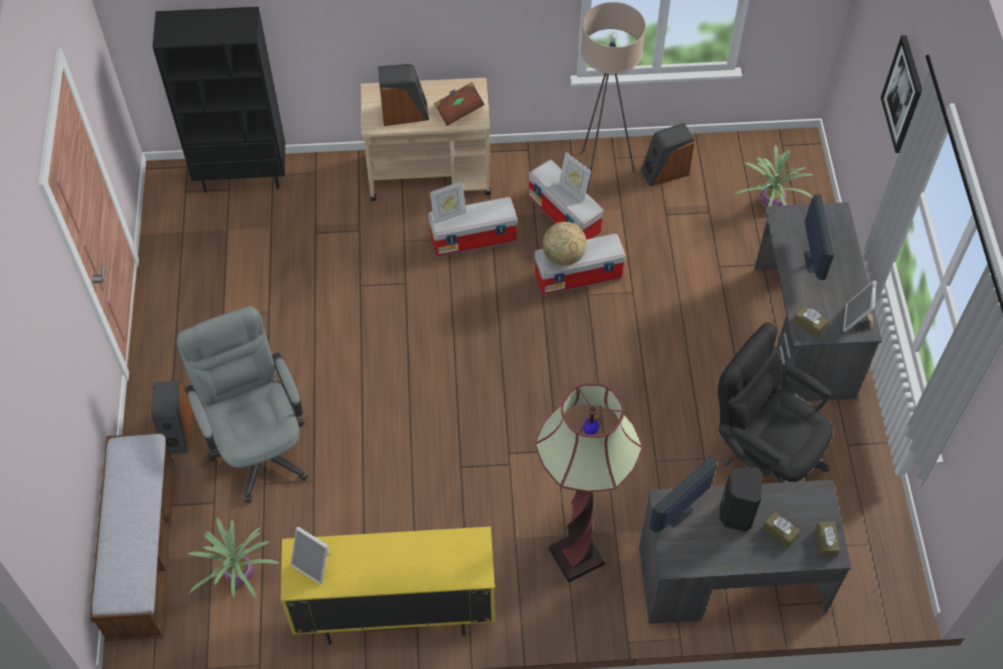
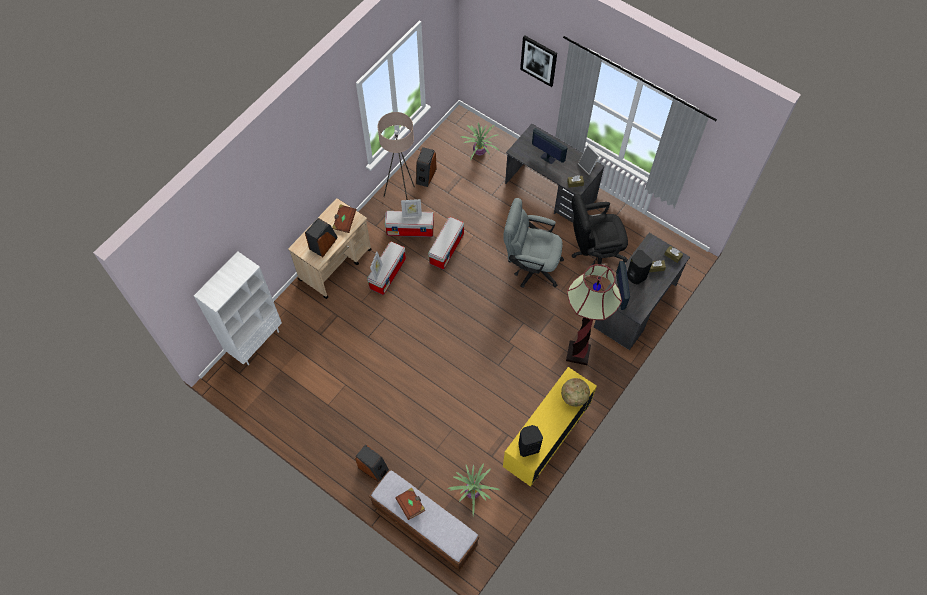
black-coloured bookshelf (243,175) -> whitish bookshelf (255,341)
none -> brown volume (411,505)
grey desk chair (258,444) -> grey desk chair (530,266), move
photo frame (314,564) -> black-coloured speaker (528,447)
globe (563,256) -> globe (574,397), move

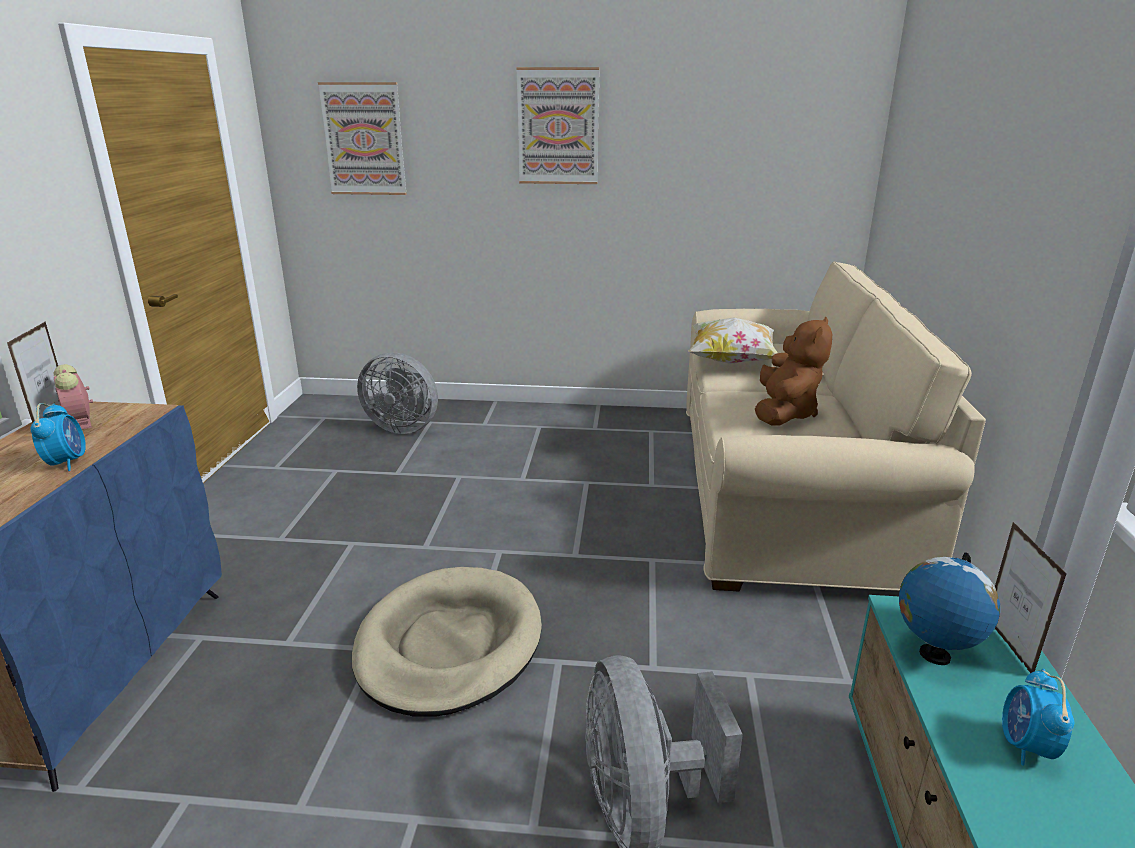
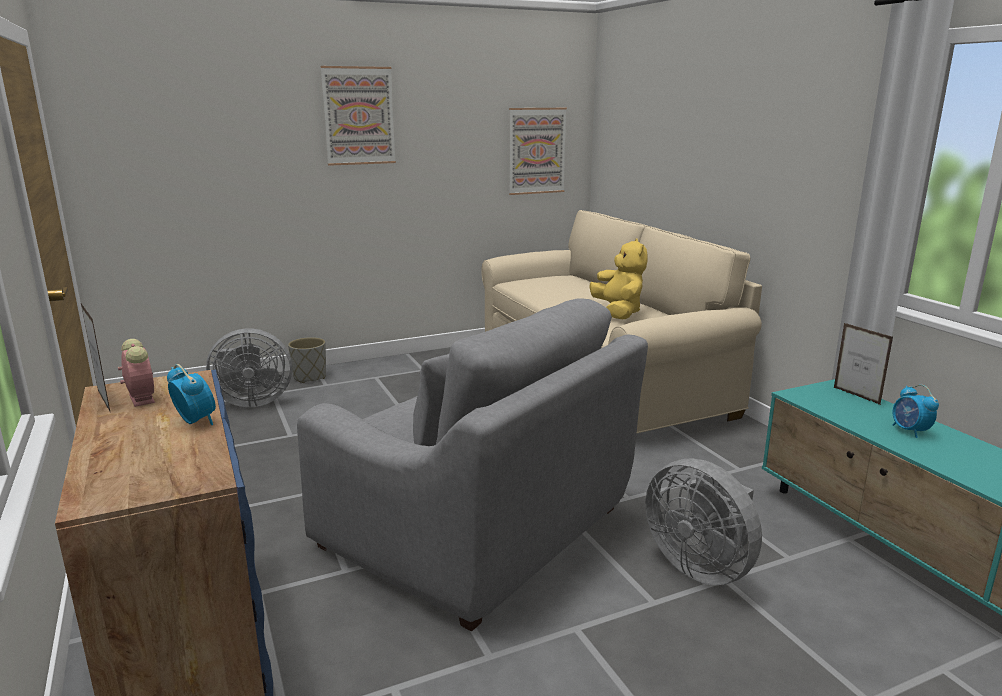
table clock (80,423) -> table clock (141,398), 150 degrees counterclockwise
none -> grey flower pot (309,377)
beige-coloured dog cushion (449,645) -> grey armchair (478,529)
picture (364,139) -> picture (536,151), move
brown soft toy (784,413) -> yellow-coloured soft toy (618,312)
pillow (731,361) -> none
globe (934,655) -> none

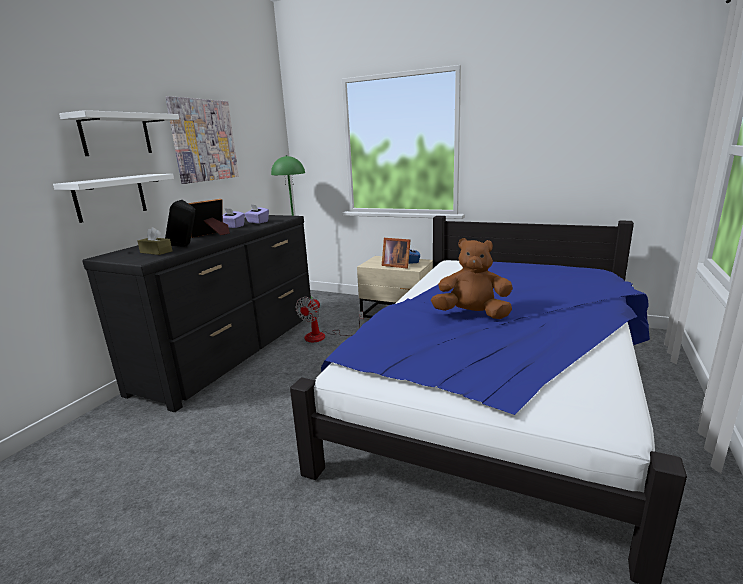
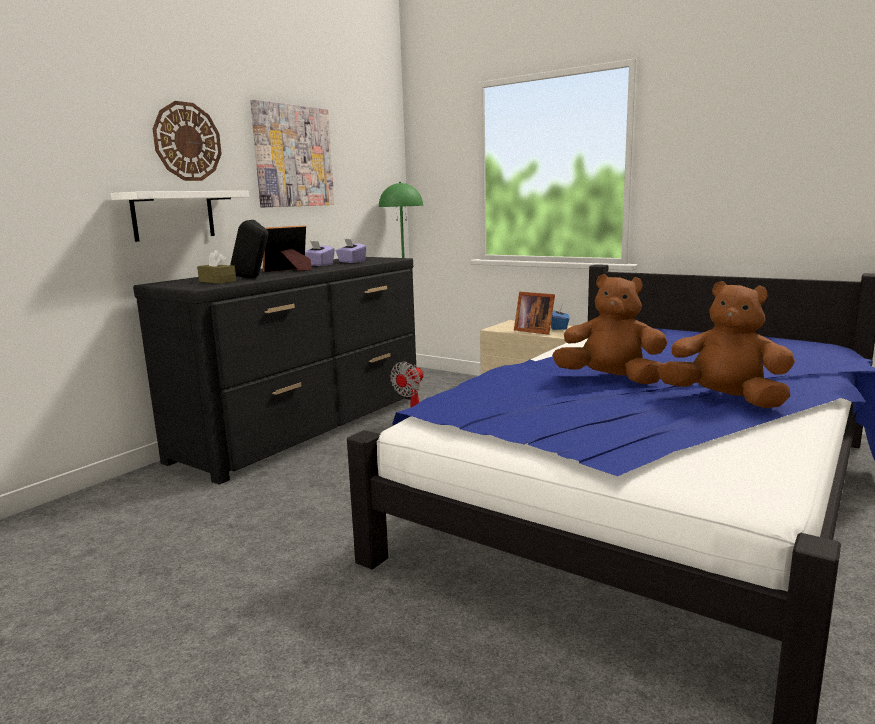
whitish shelf (116,134) -> clock on the wall (187,141)
none -> brown soft toy (724,400)

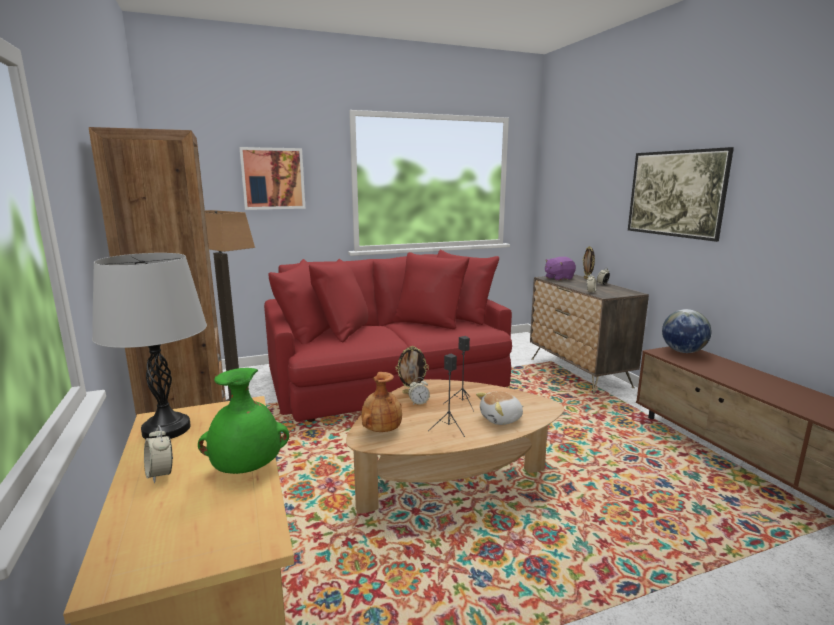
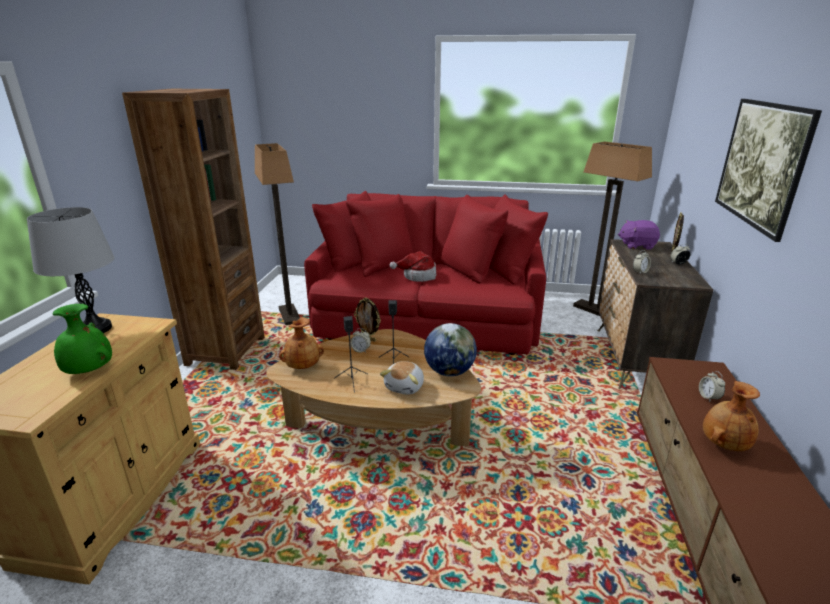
soft toy (501,419) -> soft toy (405,387), 75 degrees counterclockwise
none -> clothing hat (418,276)
globe (682,351) -> globe (449,372), move
none -> standard lamp (594,310)
table clock (160,474) -> table clock (708,397), move
none -> brown vase (723,444)
picture (273,178) -> none

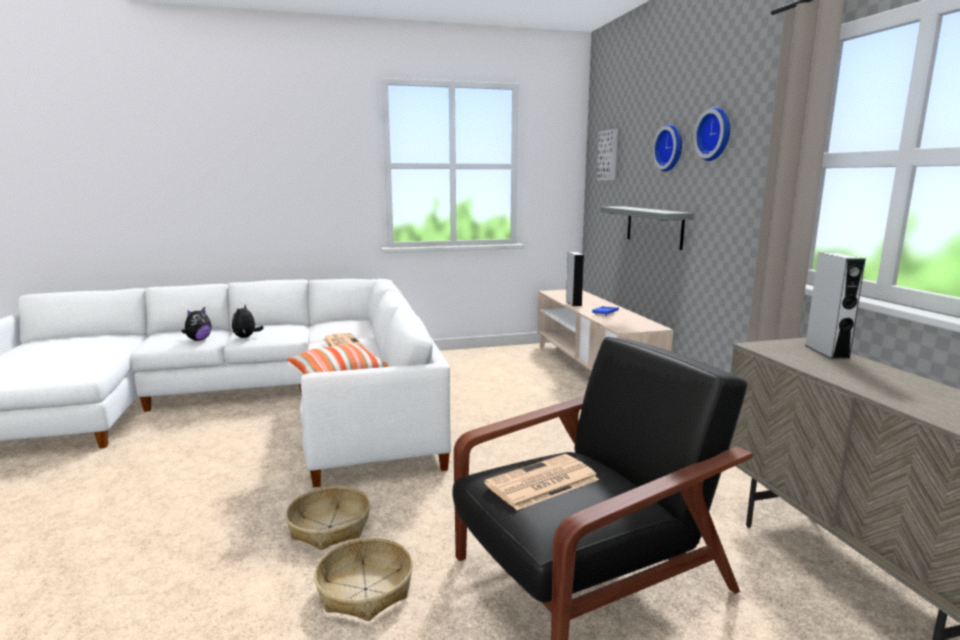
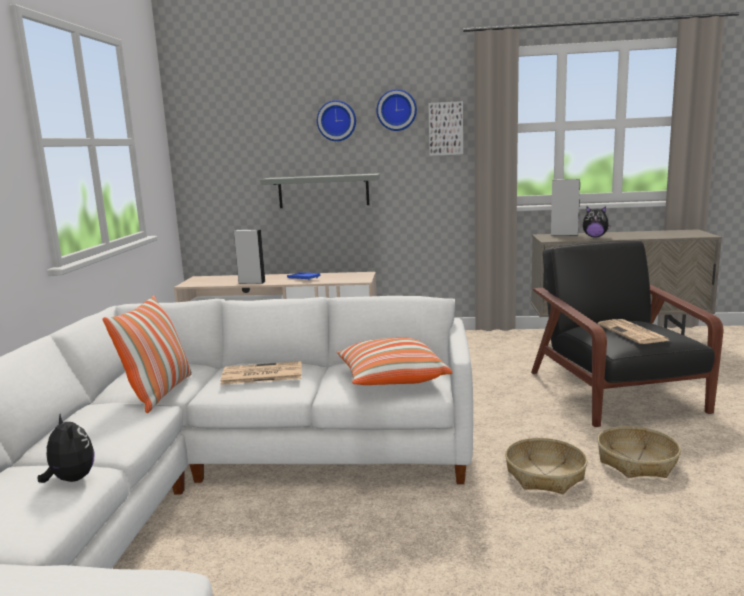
none -> pillow (159,393)
picture (609,155) -> picture (445,128), move
soft toy (246,337) -> soft toy (595,237), move

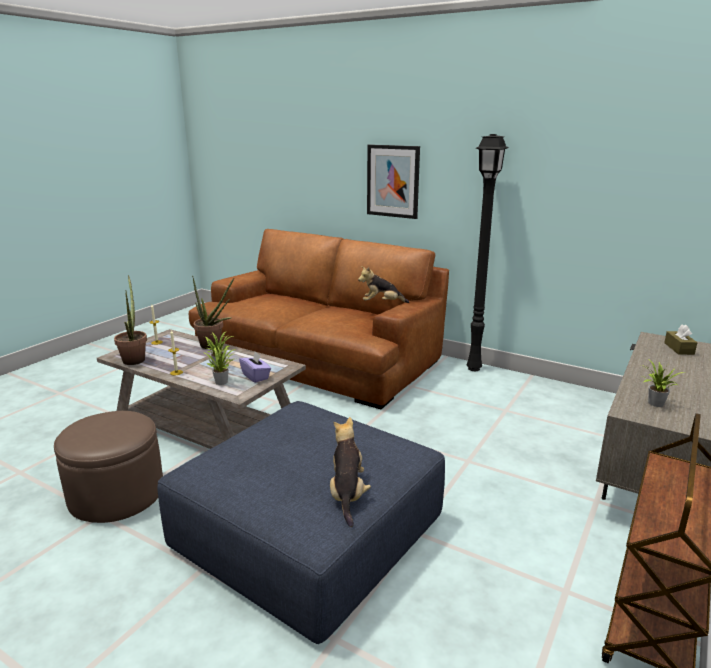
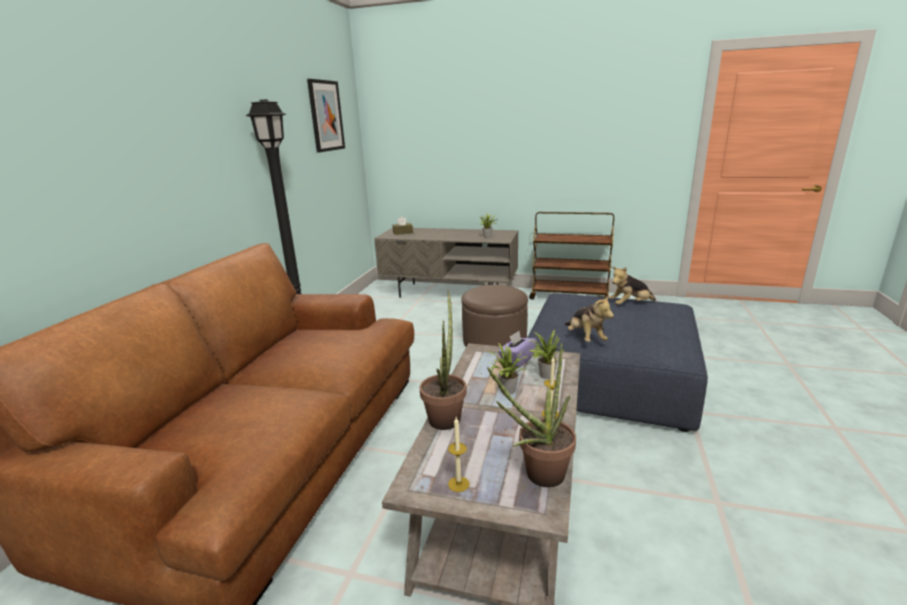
picture (393,181) -> picture (326,116), move
brown ottoman (116,493) -> brown ottoman (494,341), move
soft toy (382,303) -> soft toy (585,338), move

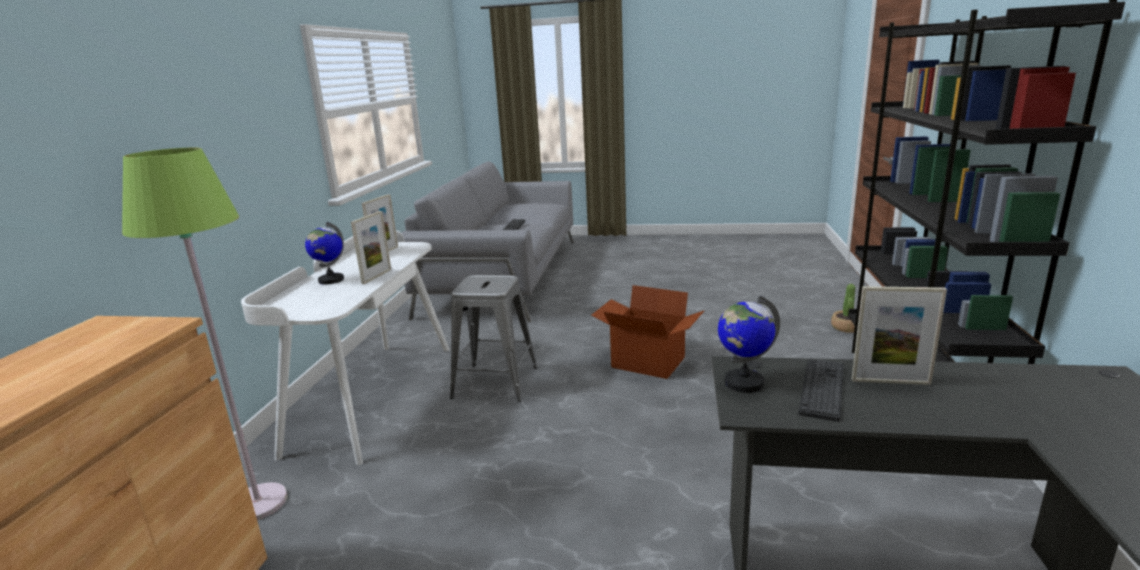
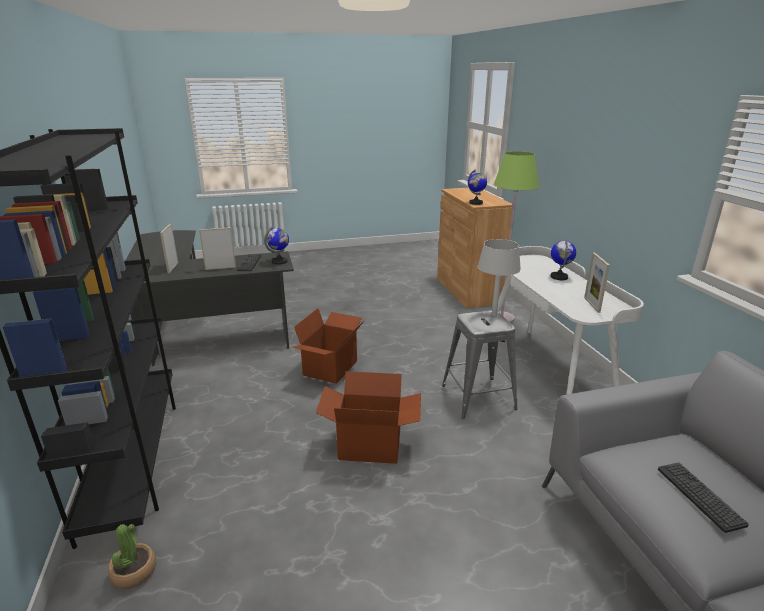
photo frame (377,276) -> photo frame (173,267), move
none -> cardboard box (331,368)
none -> globe (476,203)
none -> grey lamp for a table (494,314)

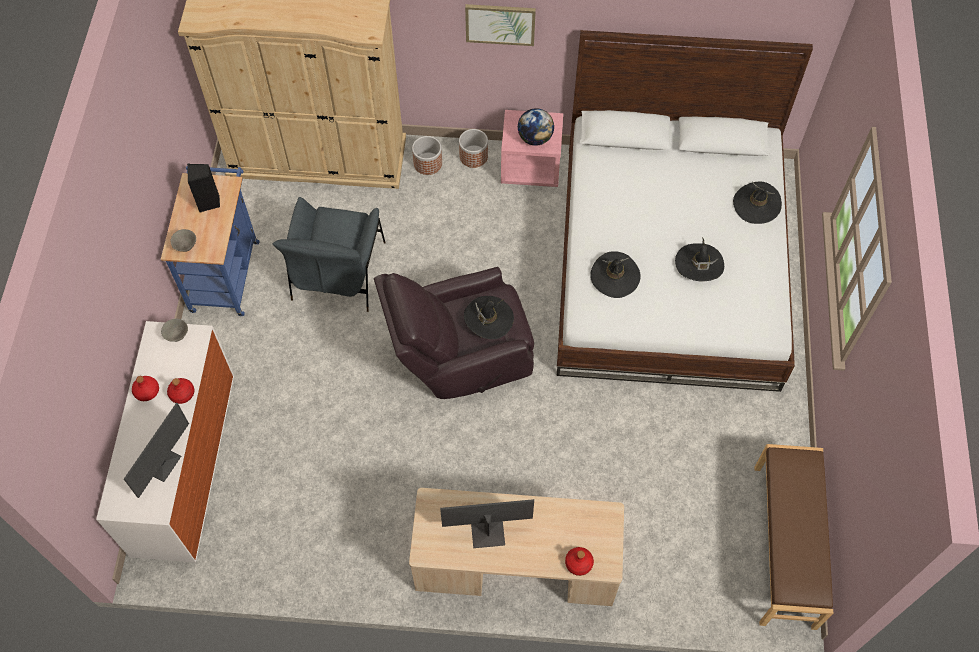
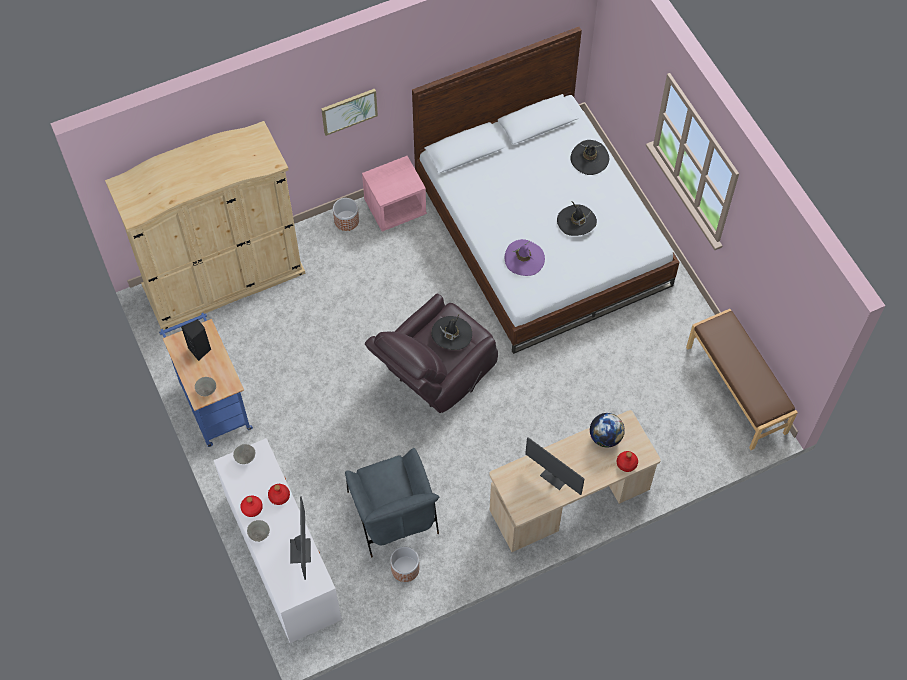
none -> grey bowl (259,534)
grey armchair (338,272) -> grey armchair (393,514), move
flower pot (427,163) -> flower pot (405,569), move
black-coloured clothing hat (615,276) -> purplish clothing hat (524,259)
computer screen (487,533) -> computer screen (555,476), 105 degrees counterclockwise
globe (535,138) -> globe (605,437), move

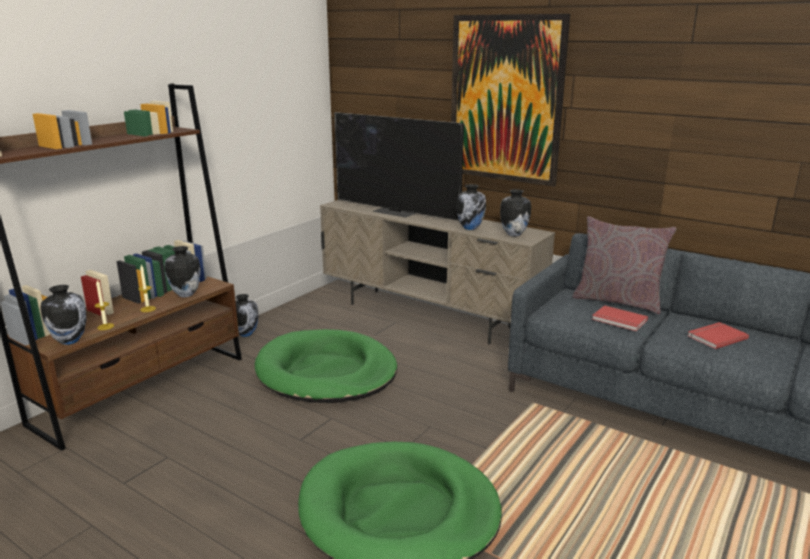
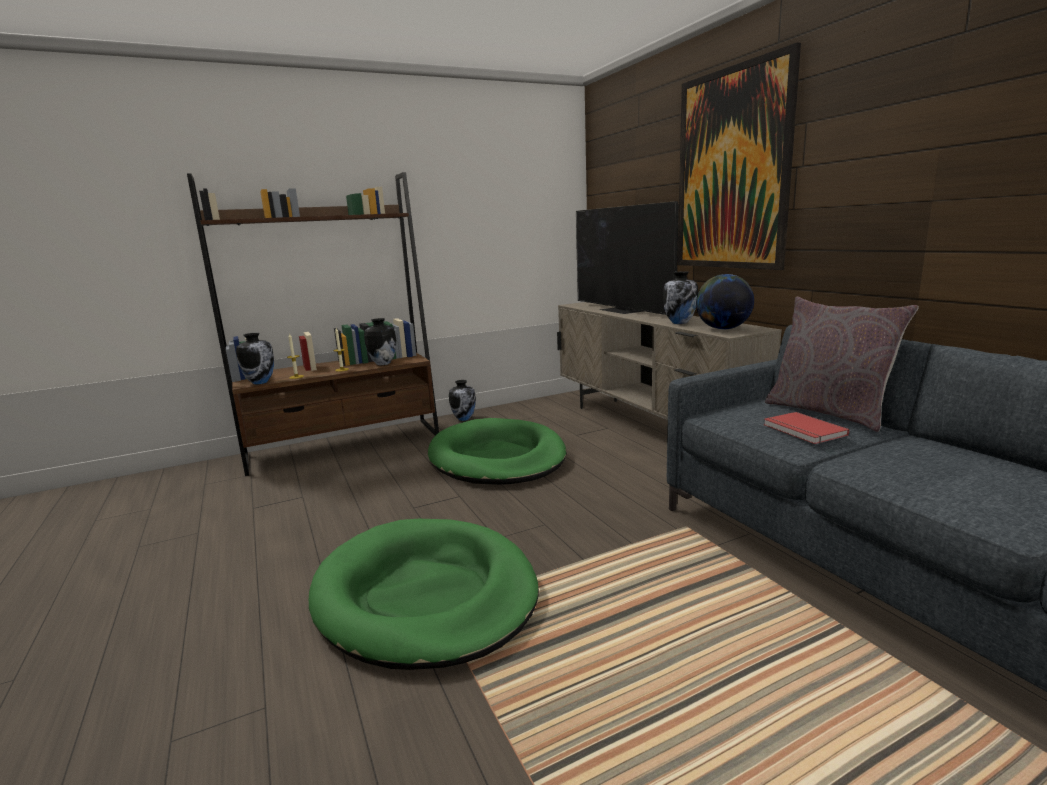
vase (513,234) -> globe (723,329)
red-coloured volume (715,337) -> none

